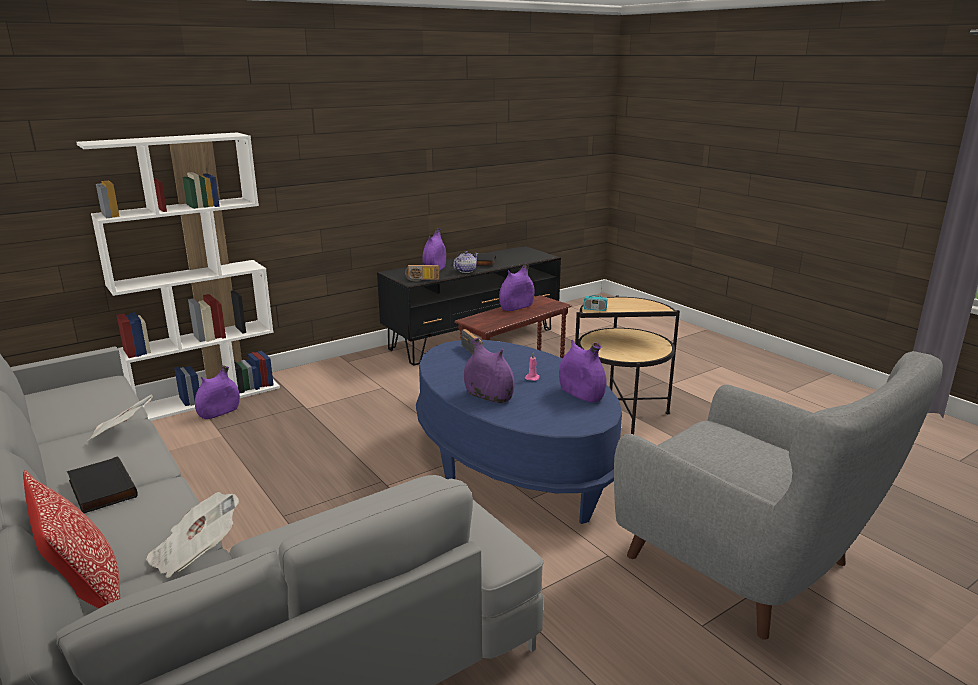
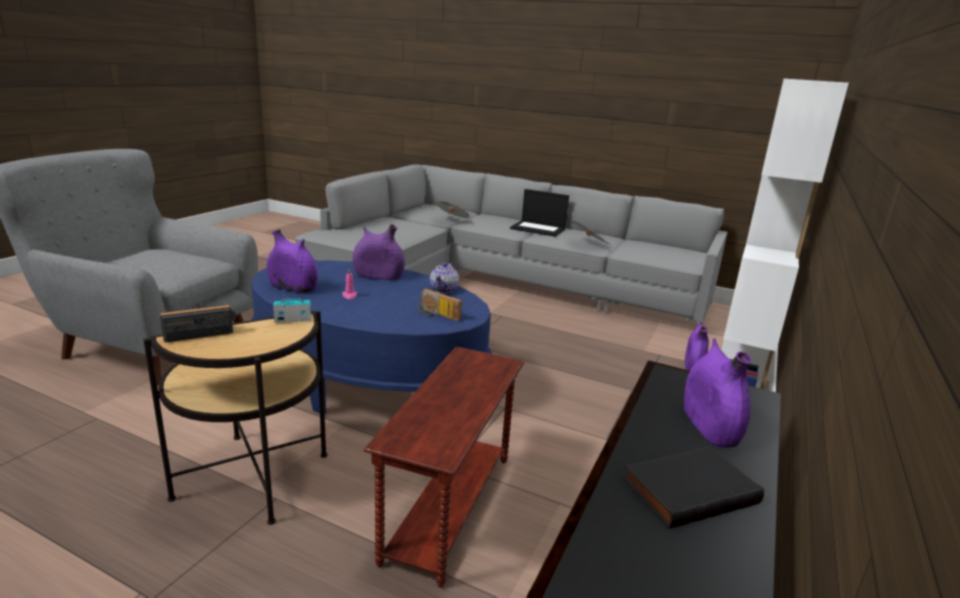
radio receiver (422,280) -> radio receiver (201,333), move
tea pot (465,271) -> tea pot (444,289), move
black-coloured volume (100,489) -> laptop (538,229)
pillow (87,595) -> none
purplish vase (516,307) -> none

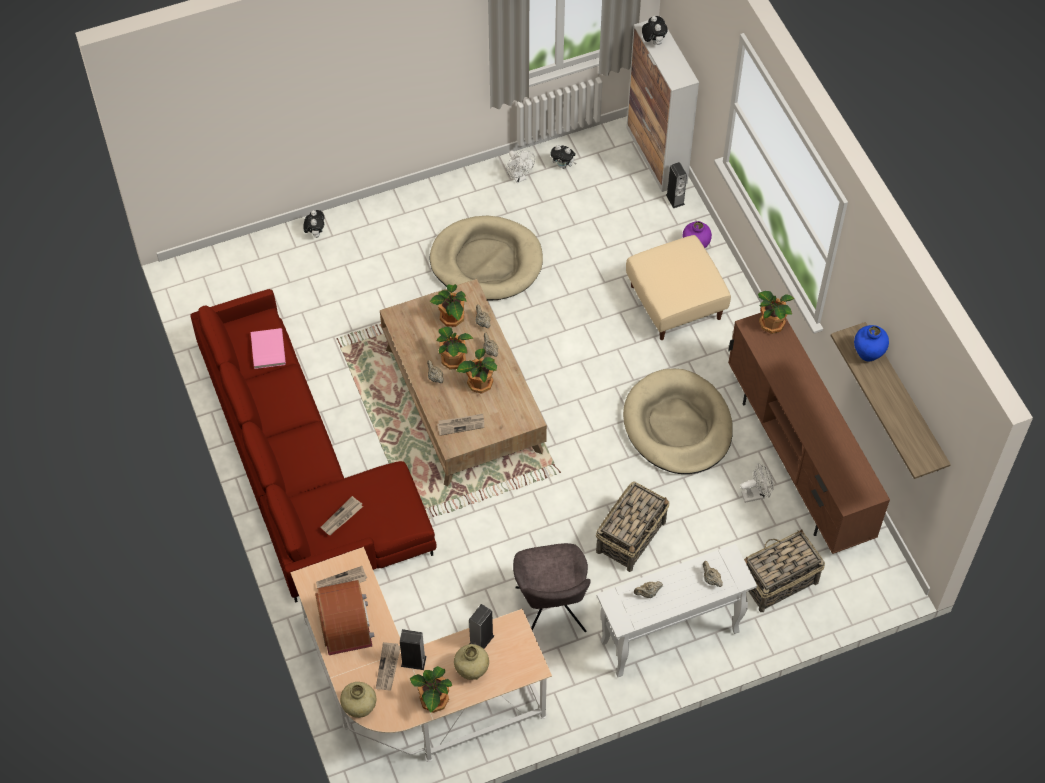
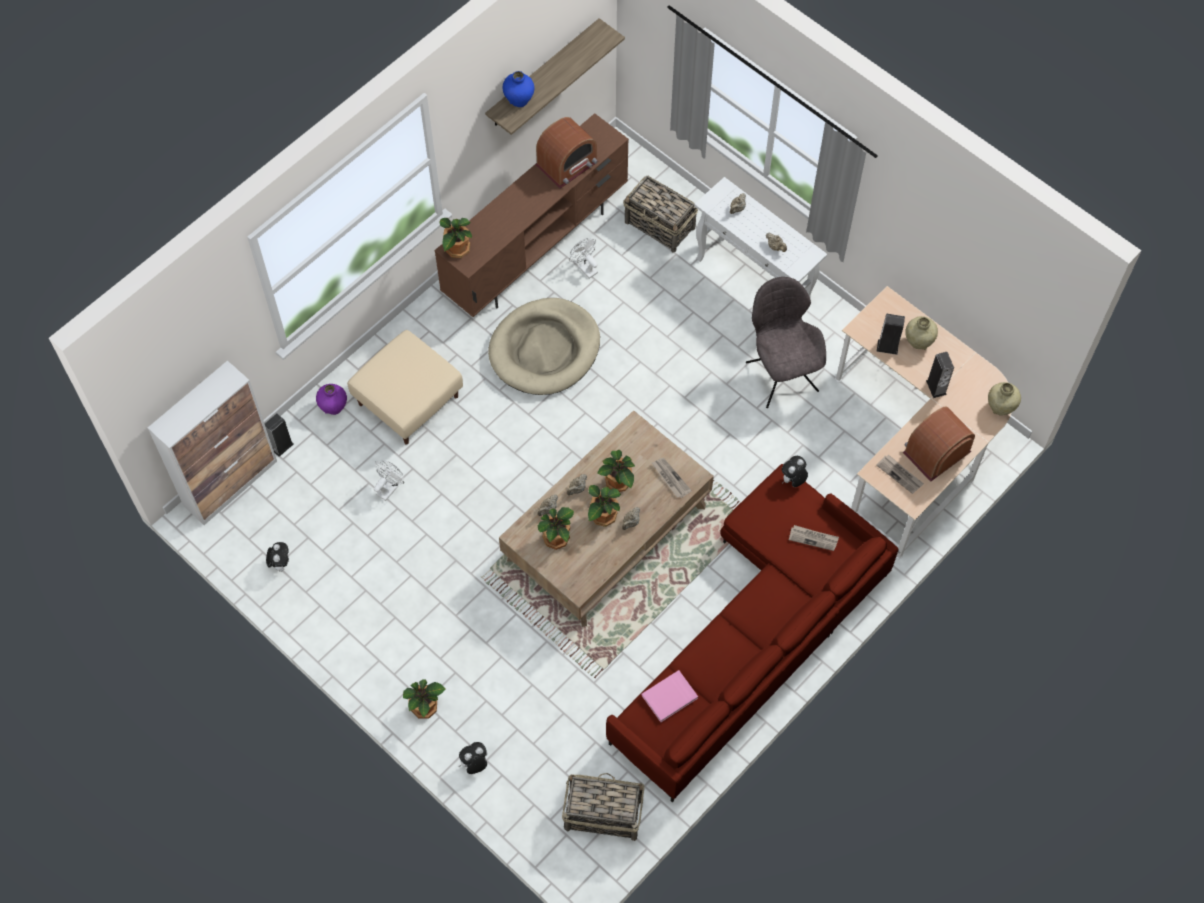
whitish fan (519,177) -> whitish fan (389,488), move
houseplant (433,701) -> houseplant (425,707), move
none -> radio receiver (567,164)
storage basket (631,536) -> storage basket (602,814), move
grey plain chair (551,612) -> grey plain chair (781,374), 75 degrees counterclockwise
soft toy (653,41) -> soft toy (793,480), move
printed paper (388,667) -> none
beige-coloured dog cushion (486,262) -> none

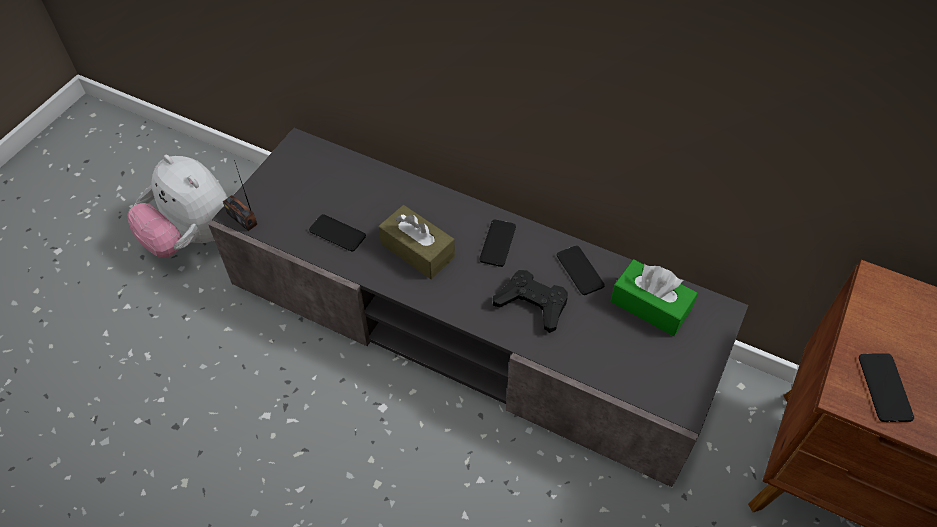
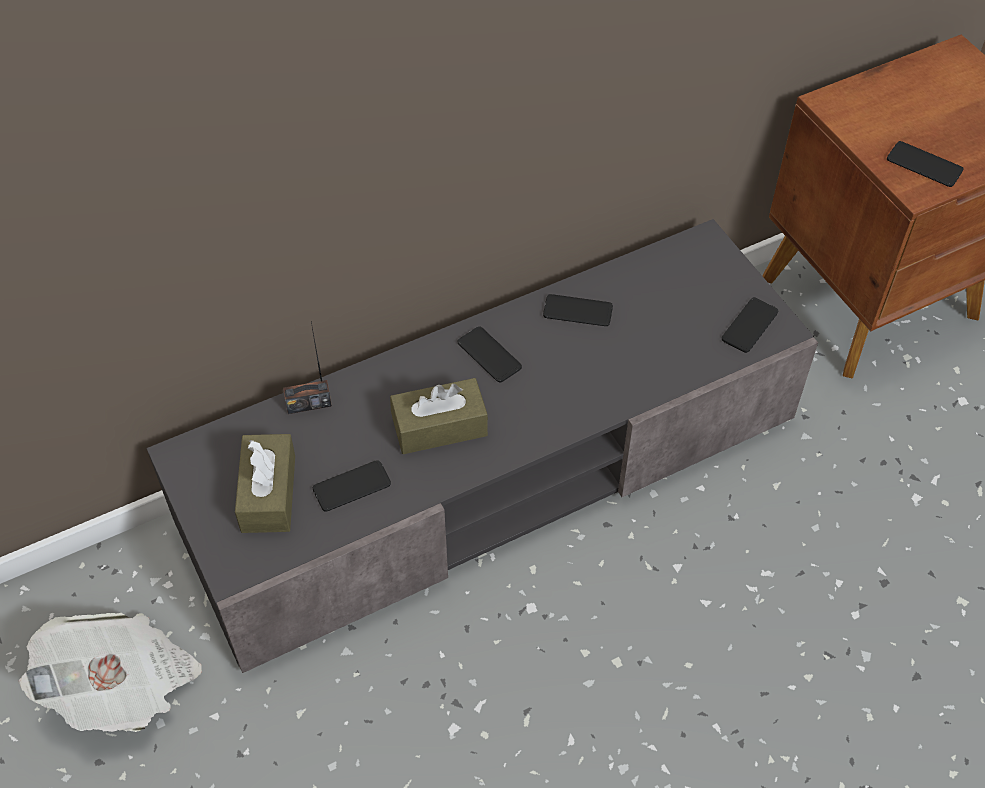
soft toy (193,237) -> printed paper (123,686)
none -> brown tissue holder (268,493)
radio receiver (242,218) -> radio receiver (308,404), move
none -> telephone (749,325)
black-coloured game controller (532,303) -> none
green tissue holder (650,306) -> none

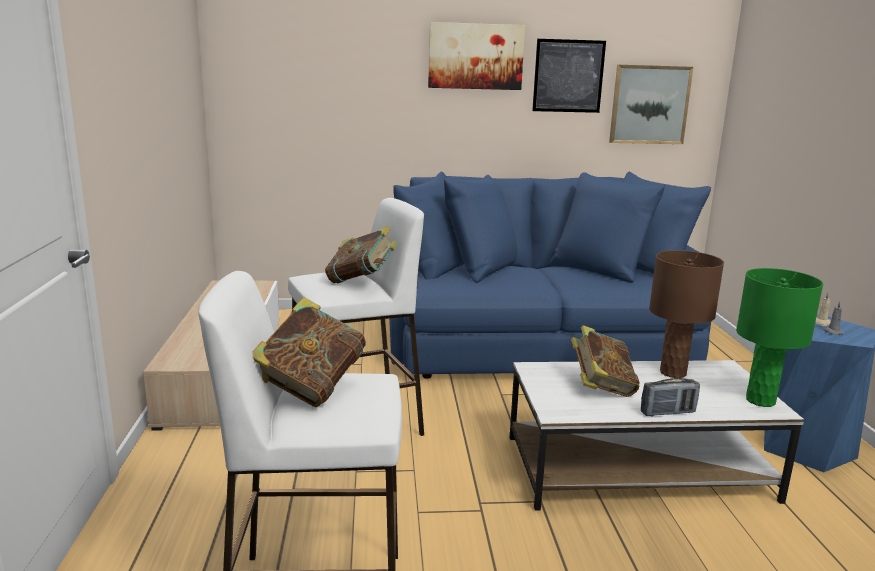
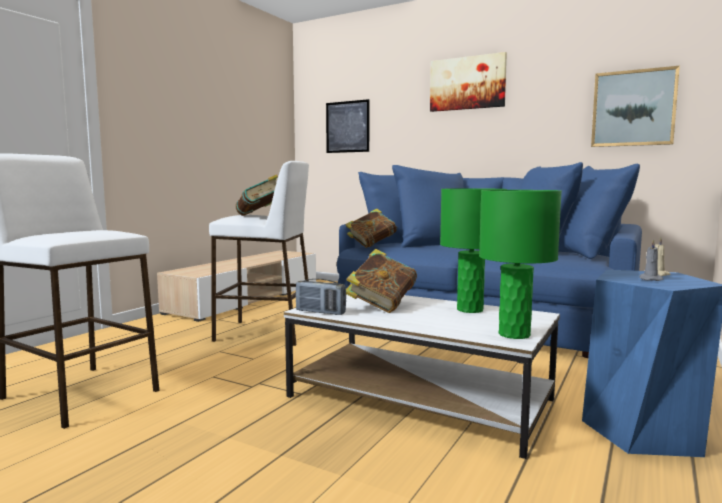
radio receiver (668,412) -> radio receiver (320,312), move
picture (568,76) -> picture (347,127), move
volume (310,388) -> volume (371,245), move
brown lamp for a table (672,372) -> green lamp for a table (469,309)

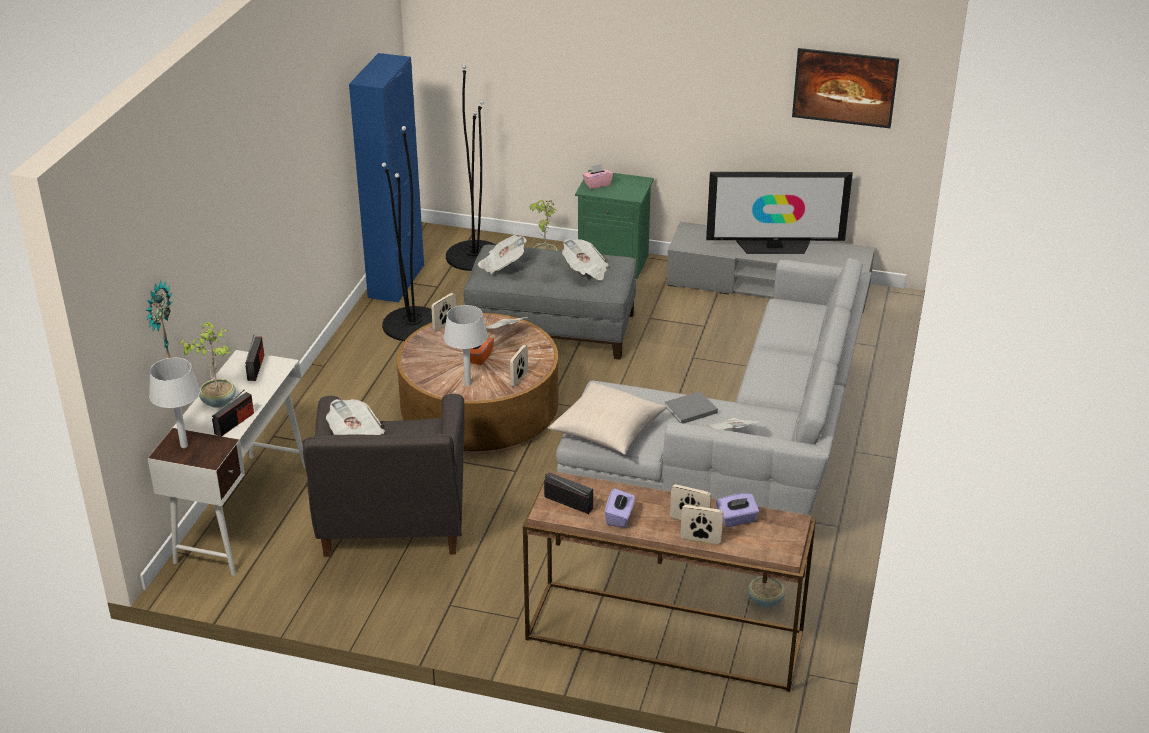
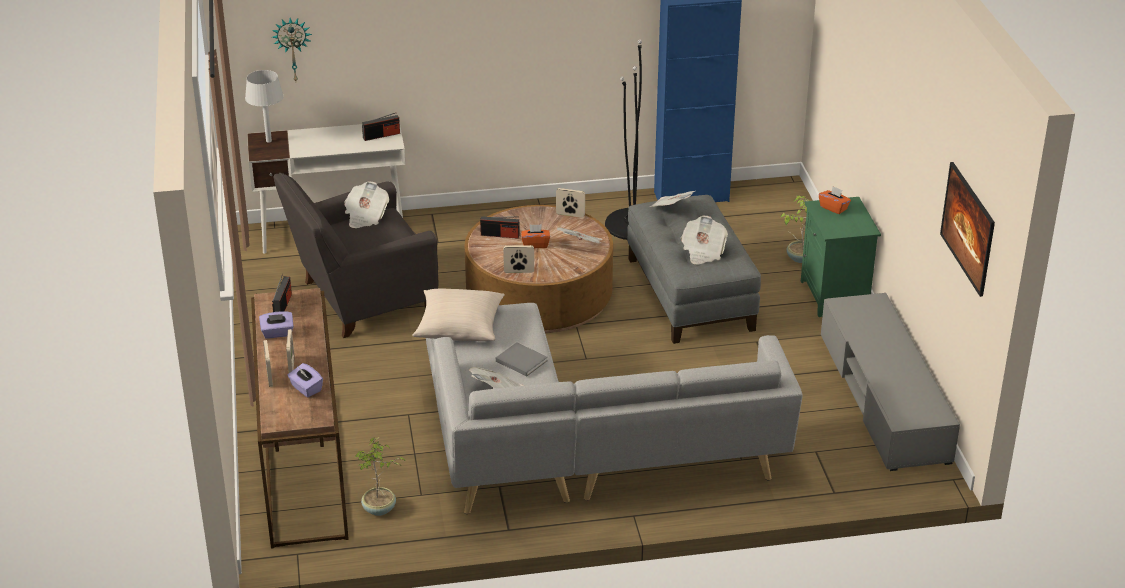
radio receiver (234,423) -> radio receiver (500,235), move
pink tissue holder (597,184) -> orangey tissue holder (833,208)
houseplant (218,401) -> none
grey lamp for a table (467,384) -> none
black-coloured standard lamp (474,256) -> none
TV set (774,247) -> none

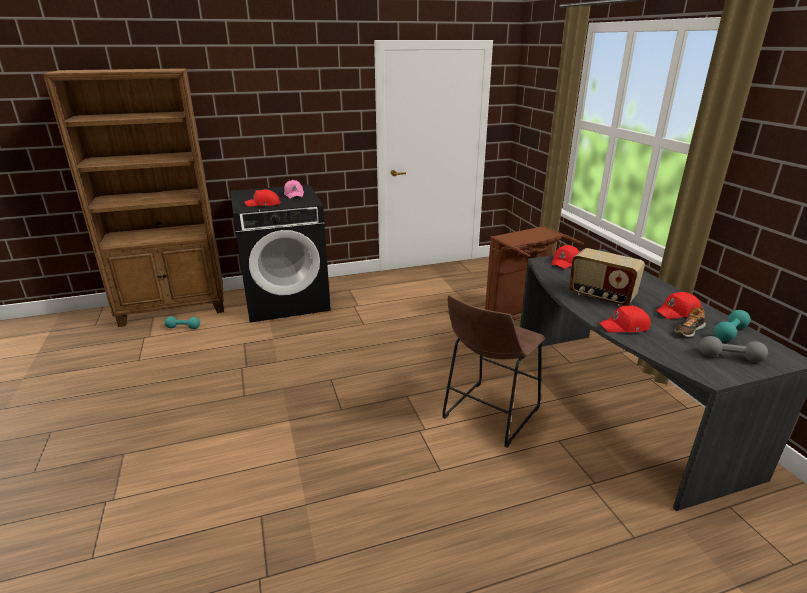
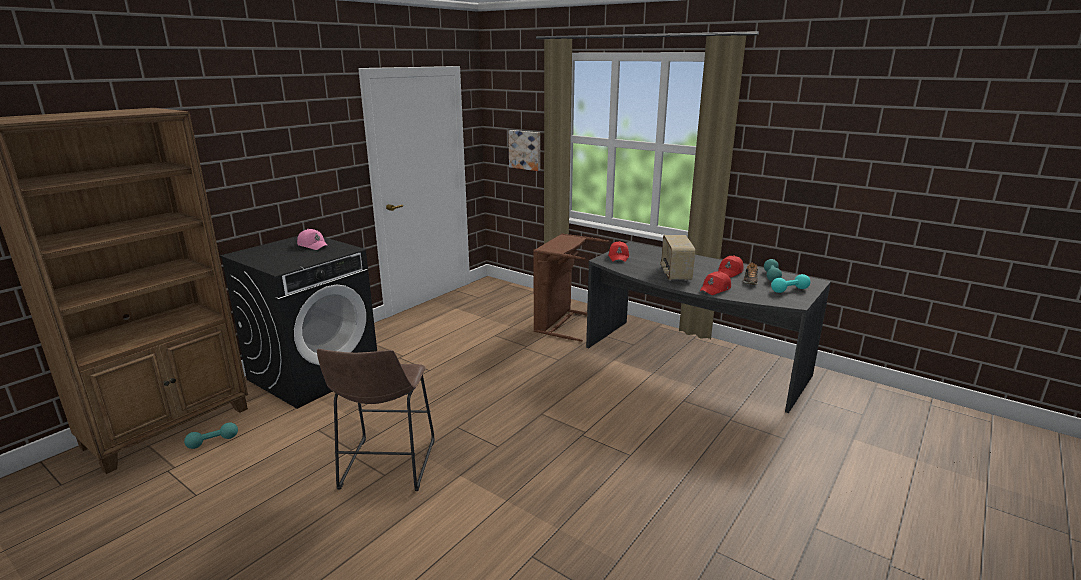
brown sitting stool (487,415) -> brown sitting stool (386,468), move
none -> picture (525,150)
radio receiver (601,296) -> radio receiver (675,274), 90 degrees clockwise
grey dumbbell (729,357) -> turquoise-coloured dumbbell (789,290)
red-coloured peaked cap (263,204) -> none

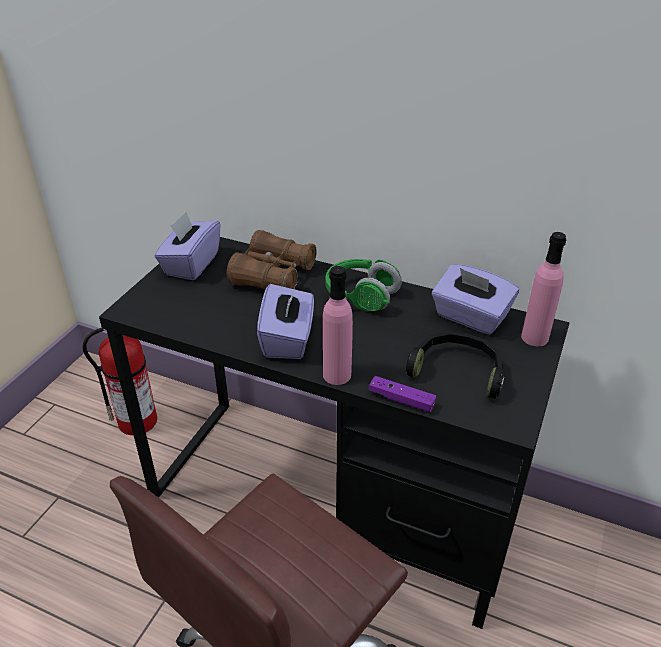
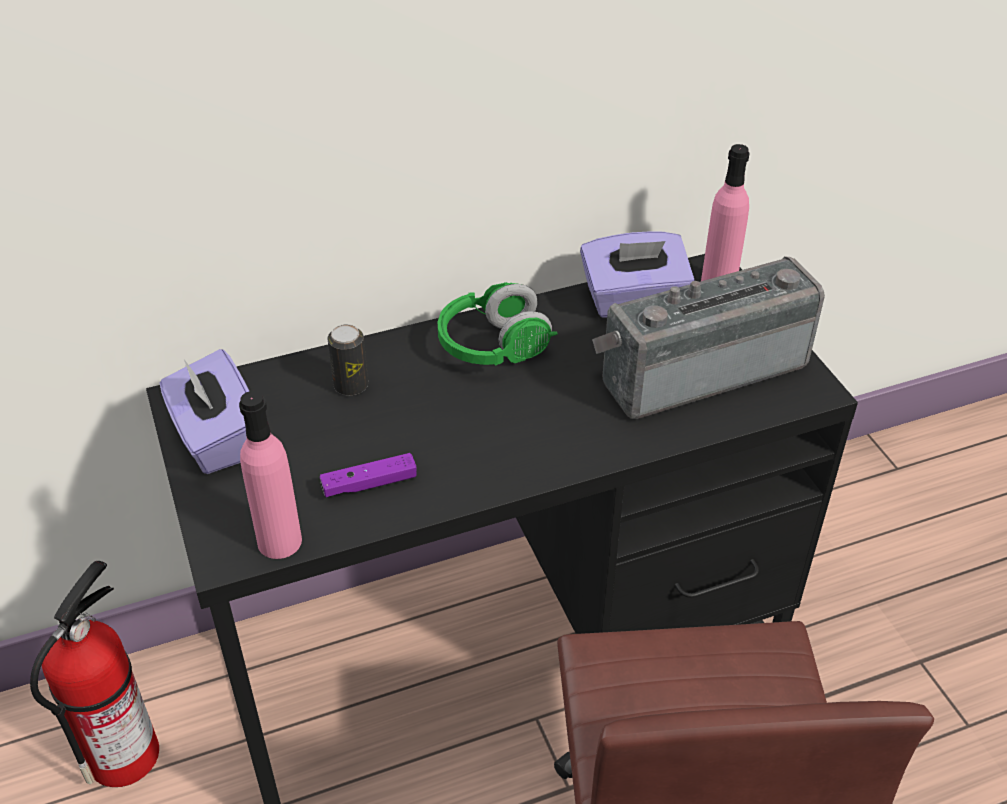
pink beverage bottle (337,375) -> pink beverage bottle (279,541), move
purplish game controller (401,399) -> purplish game controller (369,484), move
brown binoculars (273,275) -> can (351,385)
black-coloured pair of headphones (457,370) -> radio receiver (699,368)
purplish tissue holder (288,339) -> none

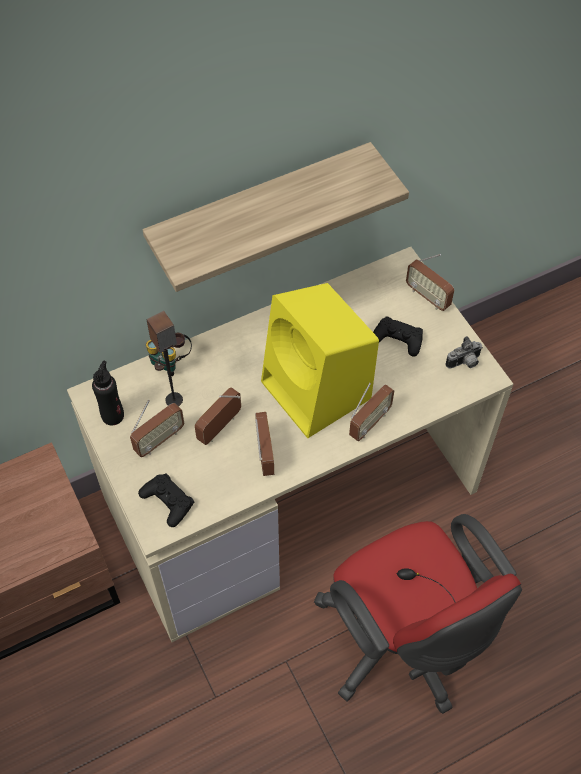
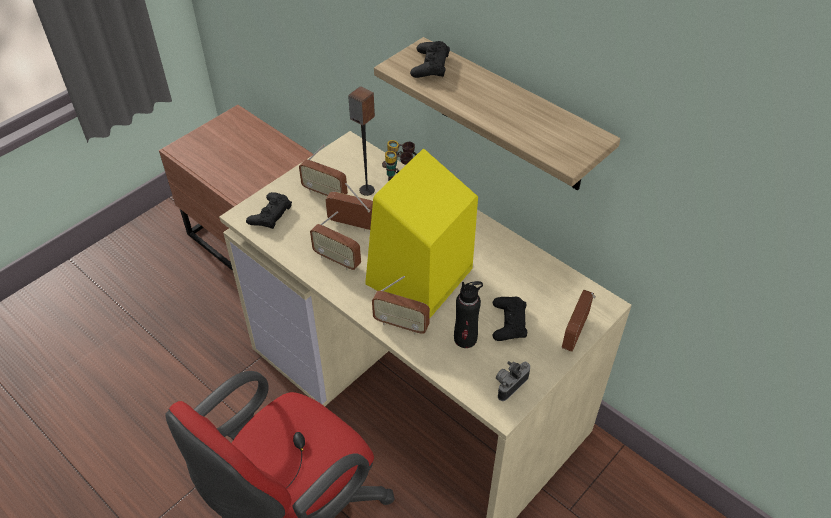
radio receiver (264,454) -> radio receiver (337,260), 60 degrees clockwise
none -> black-coloured game controller (430,65)
black-coloured beverage bottle (113,415) -> black-coloured beverage bottle (465,338), move
still camera (464,363) -> still camera (509,385), 90 degrees clockwise

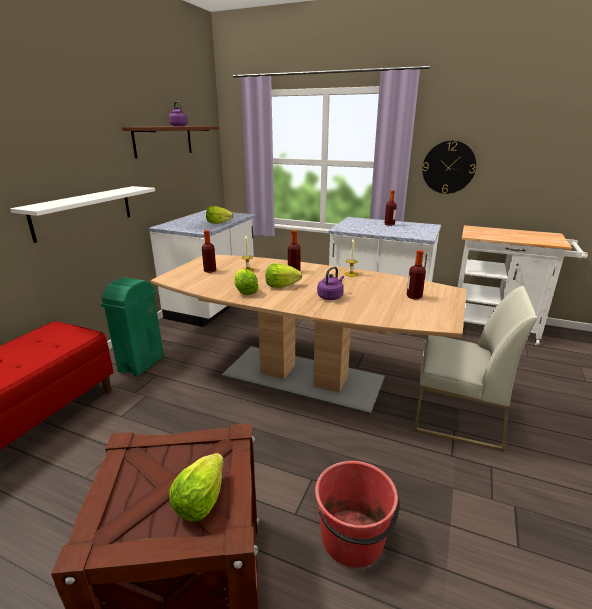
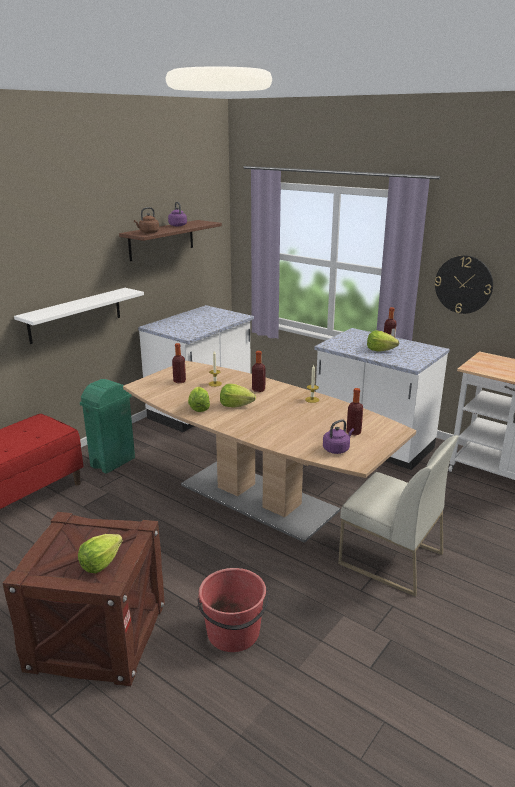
none -> brown tea kettle (148,233)
purplish tea kettle (331,297) -> purplish tea kettle (337,449), move
lettuce (218,223) -> lettuce (380,350), move

